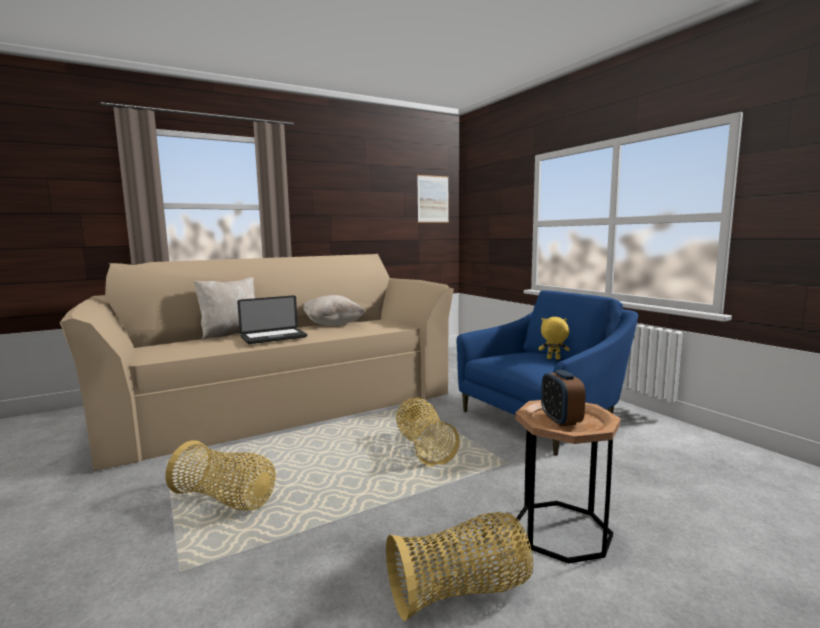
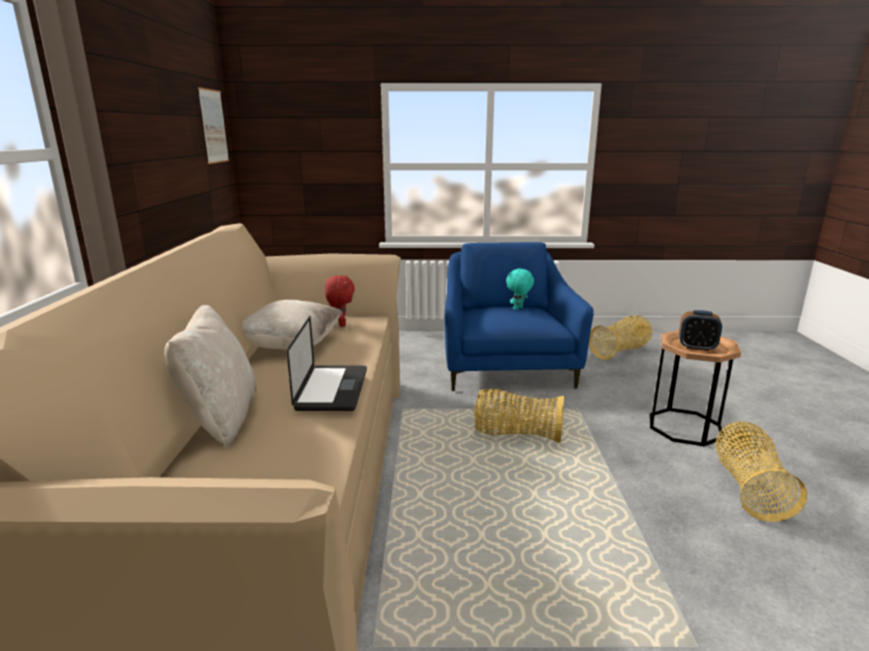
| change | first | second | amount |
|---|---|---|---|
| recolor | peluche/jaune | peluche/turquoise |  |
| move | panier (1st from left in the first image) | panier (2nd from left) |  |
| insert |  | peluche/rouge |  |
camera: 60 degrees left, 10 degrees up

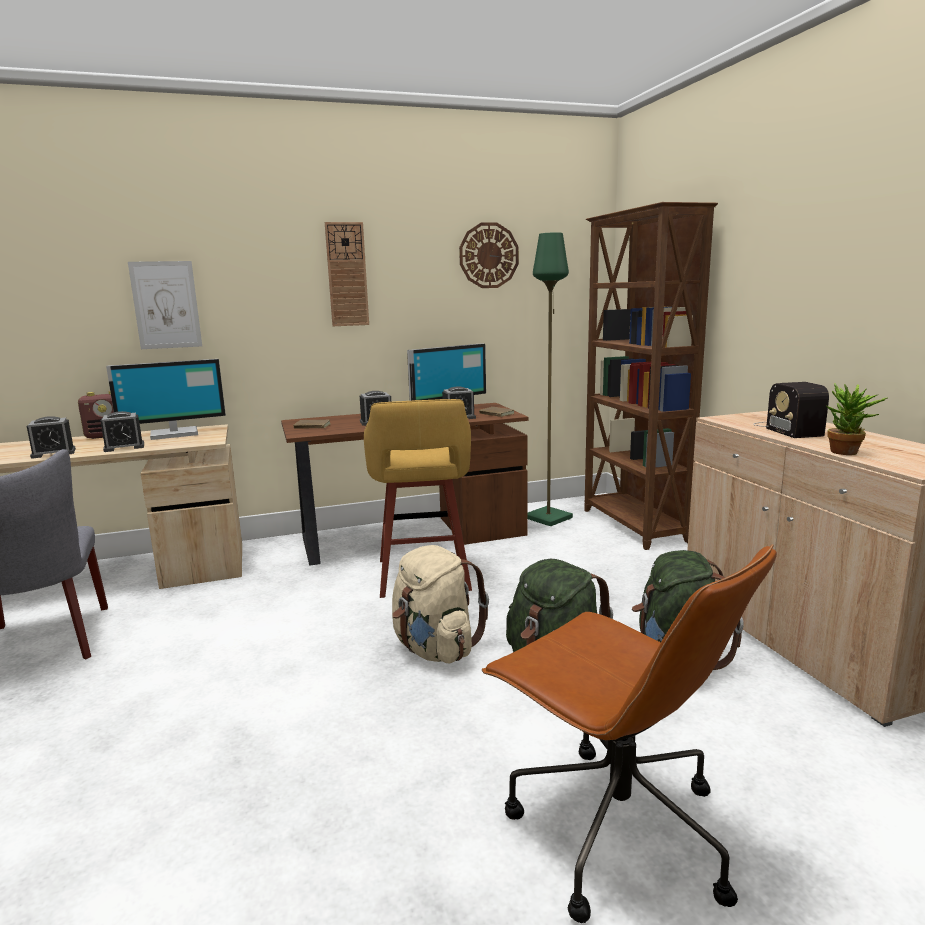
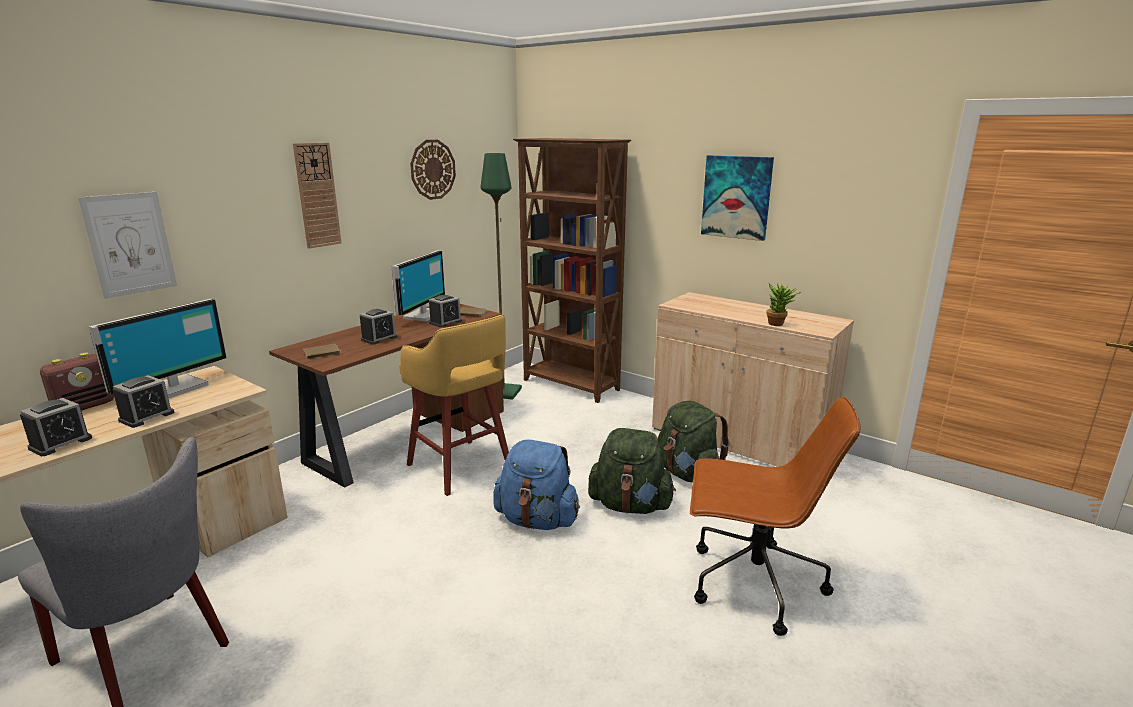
| change | first | second | amount |
|---|---|---|---|
| delete | radio (2nd from left) |  |  |
| recolor | sac à dos/beige | sac à dos/bleu |  |
| insert |  | tableau (2nd from left) |  |
camera: 35 degrees left, 5 degrees up

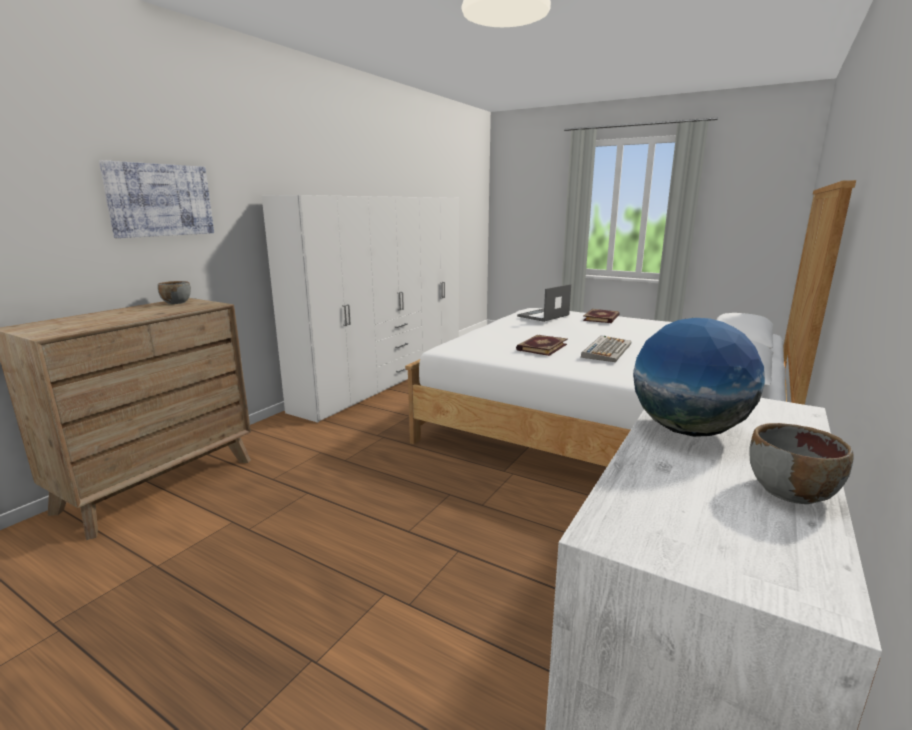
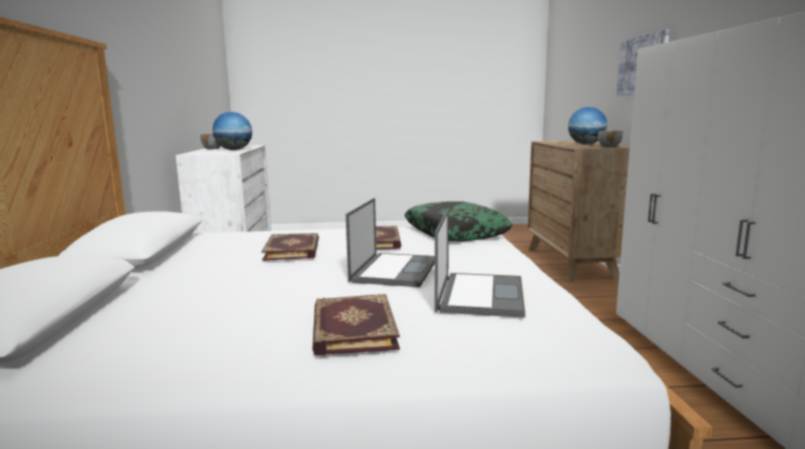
| change | first | second | amount |
|---|---|---|---|
| replace | clavier | livre (1st from left) |  |
| insert |  | globe (2nd from left) |  |
| insert |  | ordinateur portable (1st from left) |  |
| insert |  | coussin |  |
camera: 145 degrees right, 5 degrees down

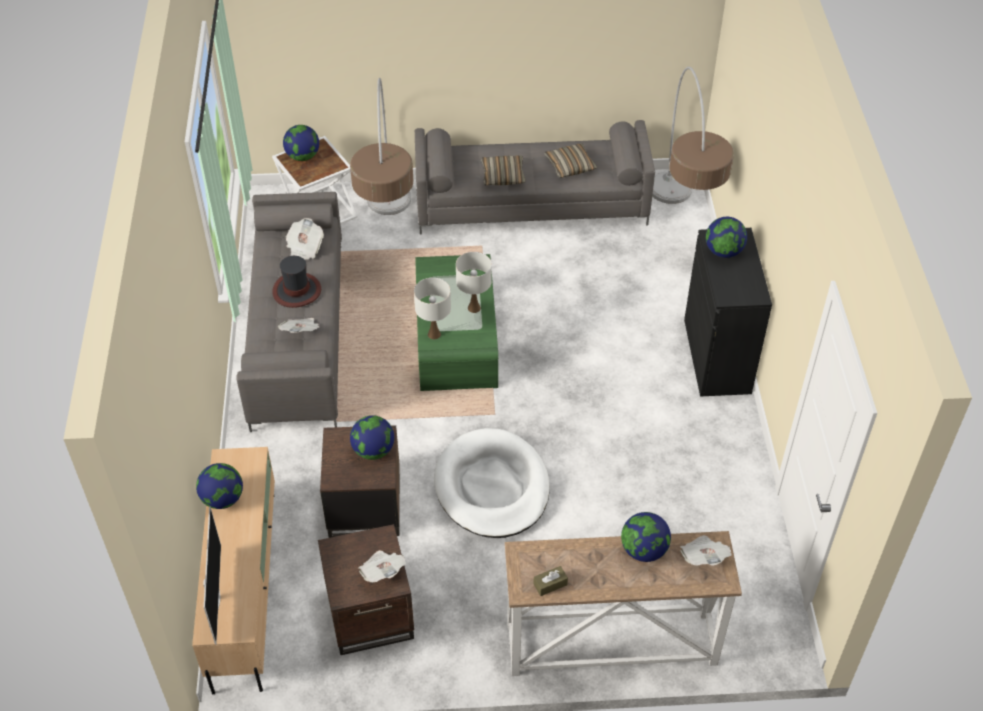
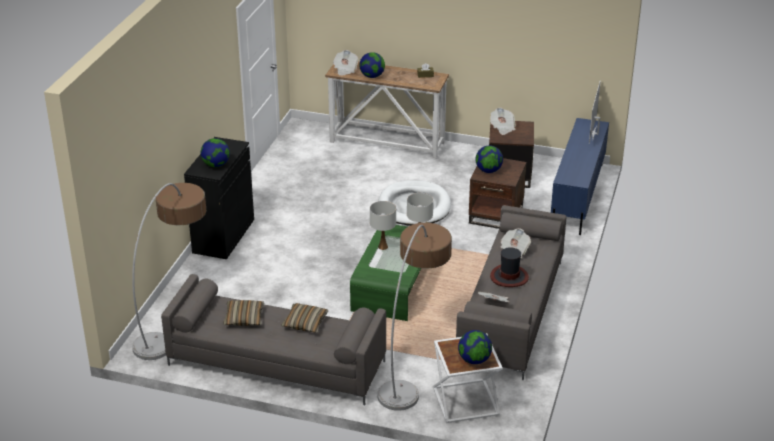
| change | first | second | amount |
|---|---|---|---|
| recolor | meuble télé/beige | meuble télé/bleu |  |
| delete | globe (1st from left) |  |  |
camera: 160 degrees left, 15 degrees down

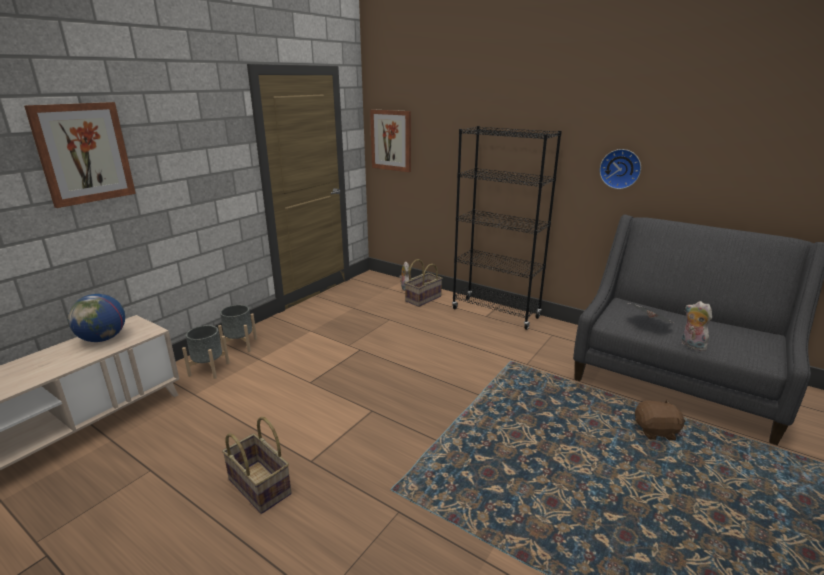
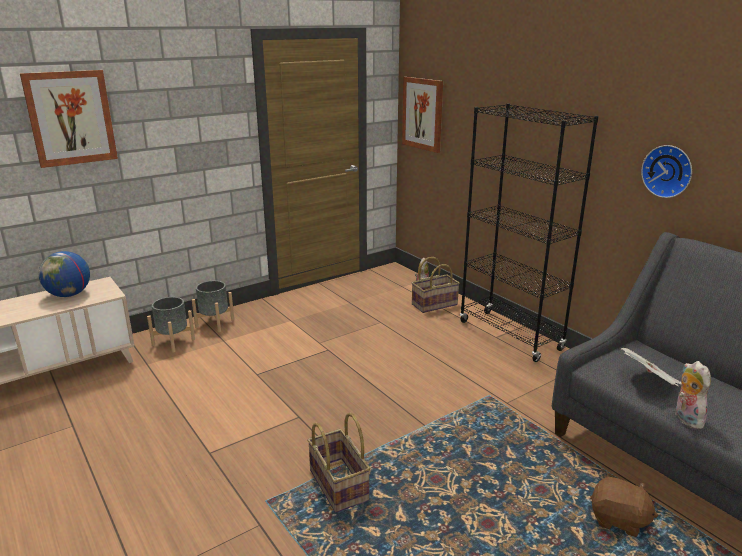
| change | first | second | amount |
|---|---|---|---|
| move | panier (1st from left) |  |  |
camera: 20 degrees right, 0 degrees up

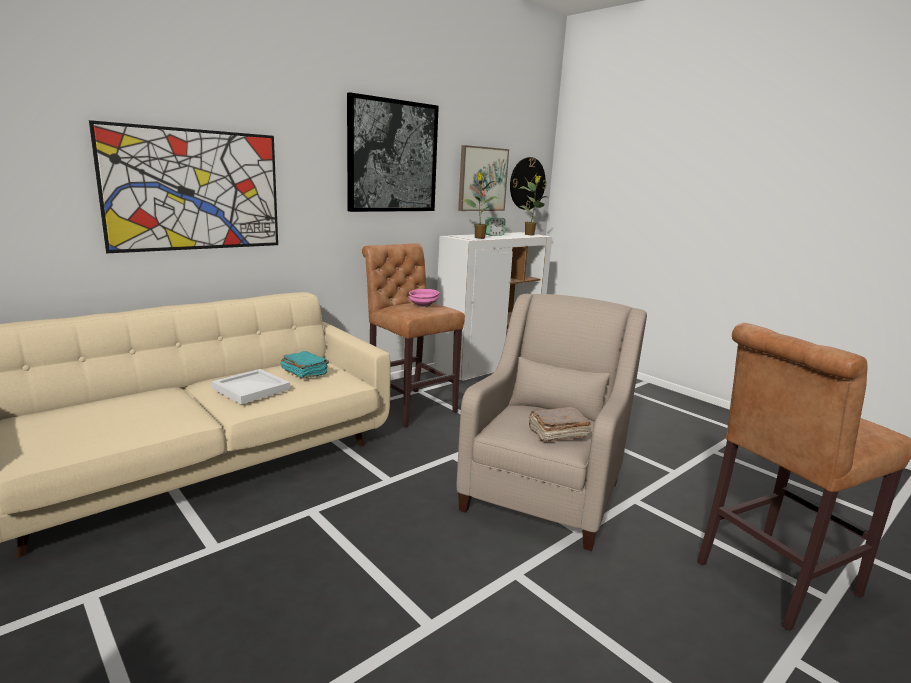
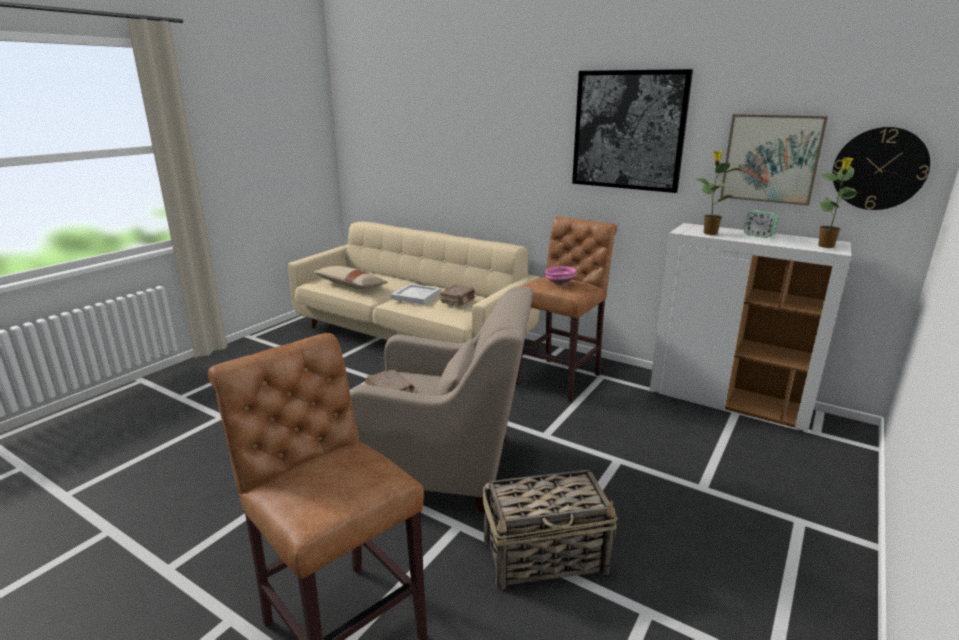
| change | first | second | amount |
|---|---|---|---|
| delete | tableau (1st from left) |  |  |
| recolor | livre/turquoise | livre/marron (2nd from left) |  |
| insert |  | coussin/beige |  |
| insert |  | panier |  |
camera: 75 degrees right, 5 degrees up

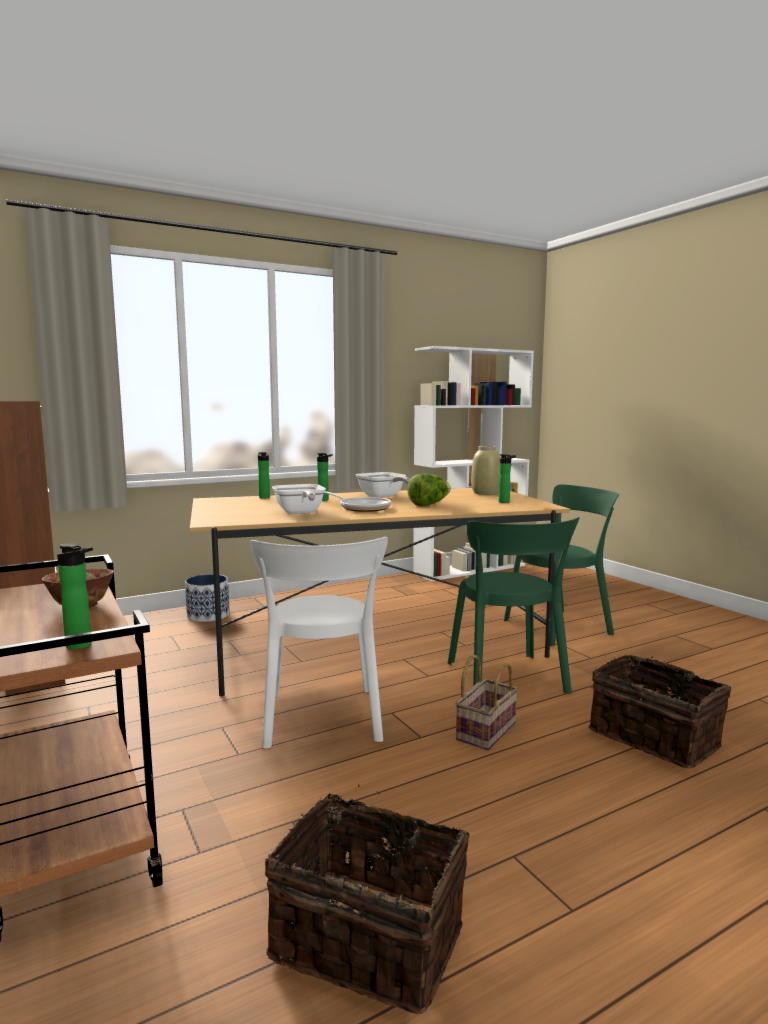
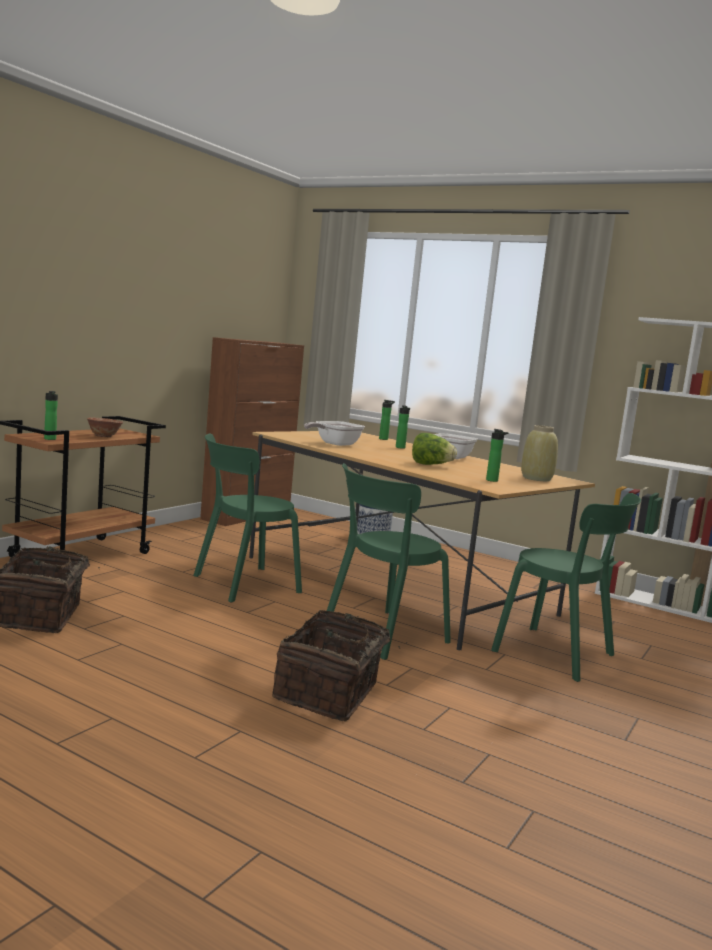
| change | first | second | amount |
|---|---|---|---|
| delete | poêle (2nd from left) |  |  |
| recolor | chaise/blanc | chaise/vert (1st from left) |  |
| delete | panier (2nd from left) |  |  |
camera: 60 degrees right, 0 degrees up

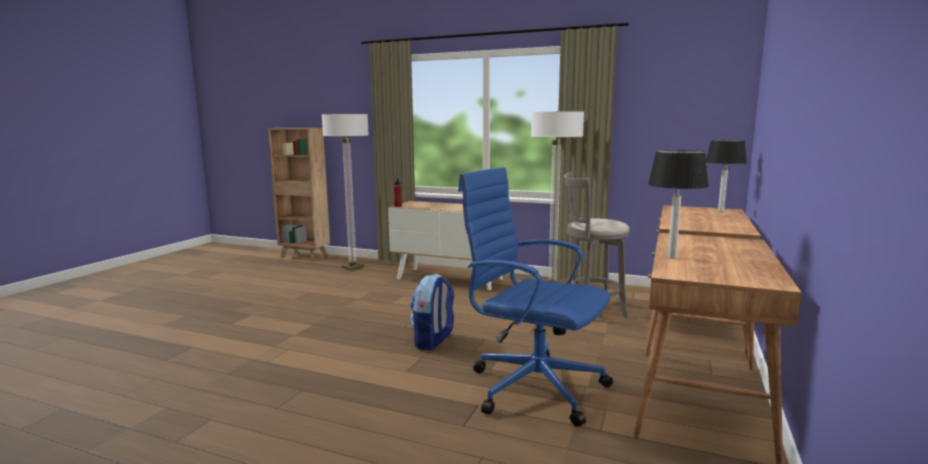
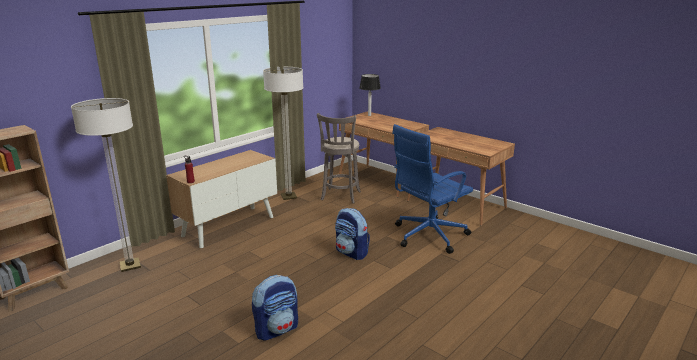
| change | first | second | amount |
|---|---|---|---|
| delete | lampe de table (1st from left) |  |  |
| insert |  | sac à dos (1st from left) |  |
camera: 70 degrees left, 10 degrees up

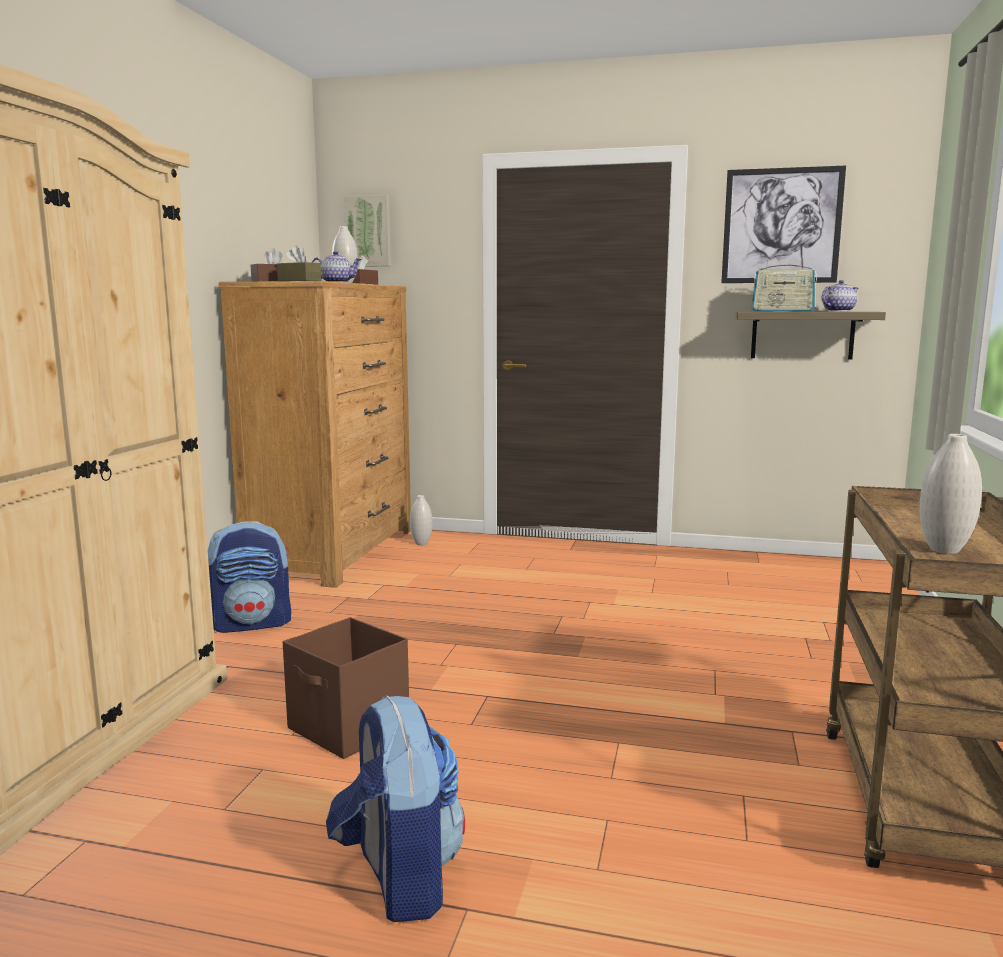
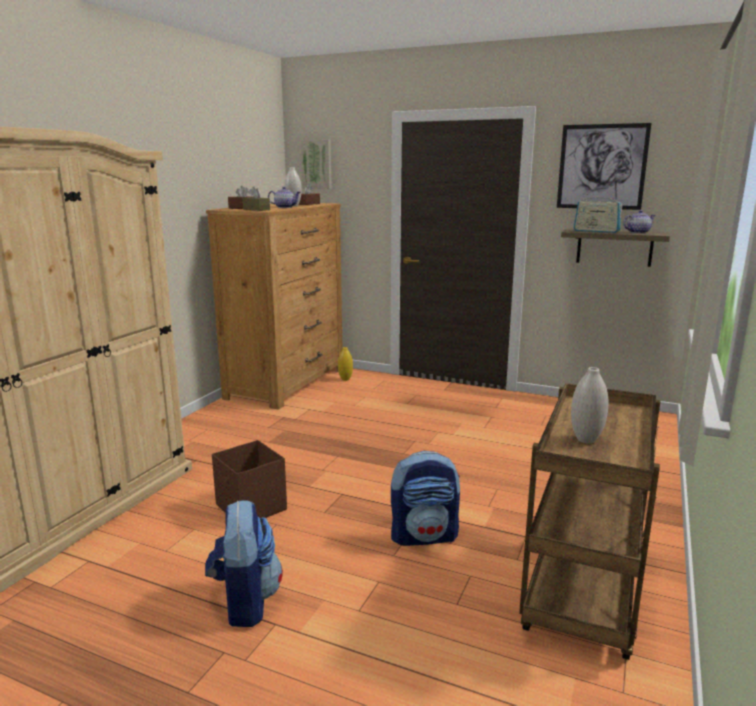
| change | first | second | amount |
|---|---|---|---|
| recolor | vase/blanc (2nd from left) | vase/jaune |  |
| move | sac à dos (1st from left in the first image) | sac à dos (2nd from left) |  |
camera: 10 degrees right, 5 degrees up

